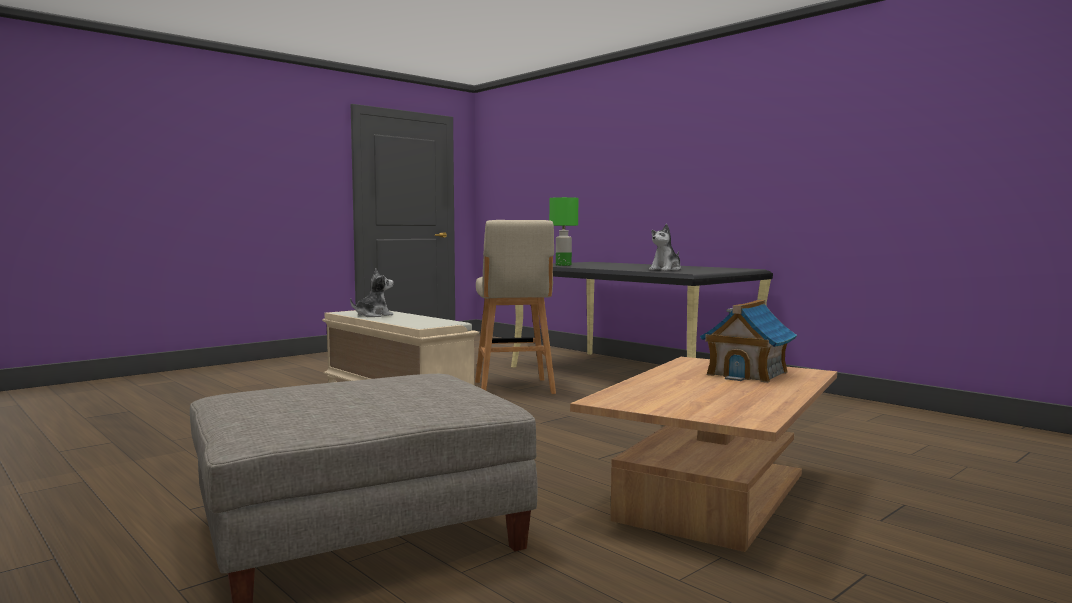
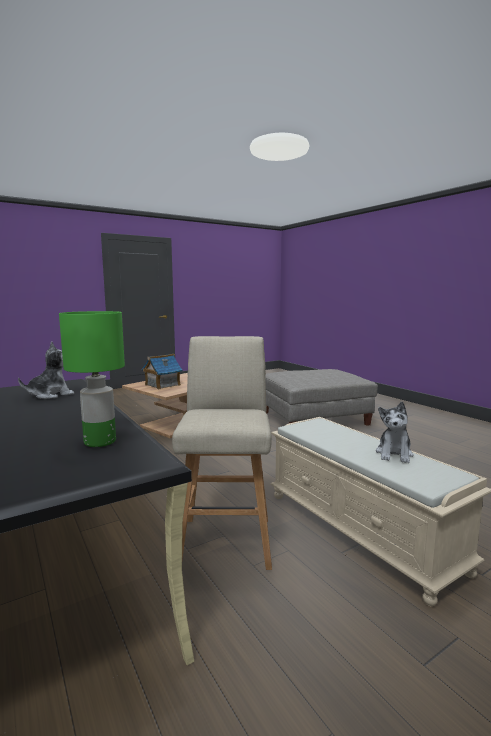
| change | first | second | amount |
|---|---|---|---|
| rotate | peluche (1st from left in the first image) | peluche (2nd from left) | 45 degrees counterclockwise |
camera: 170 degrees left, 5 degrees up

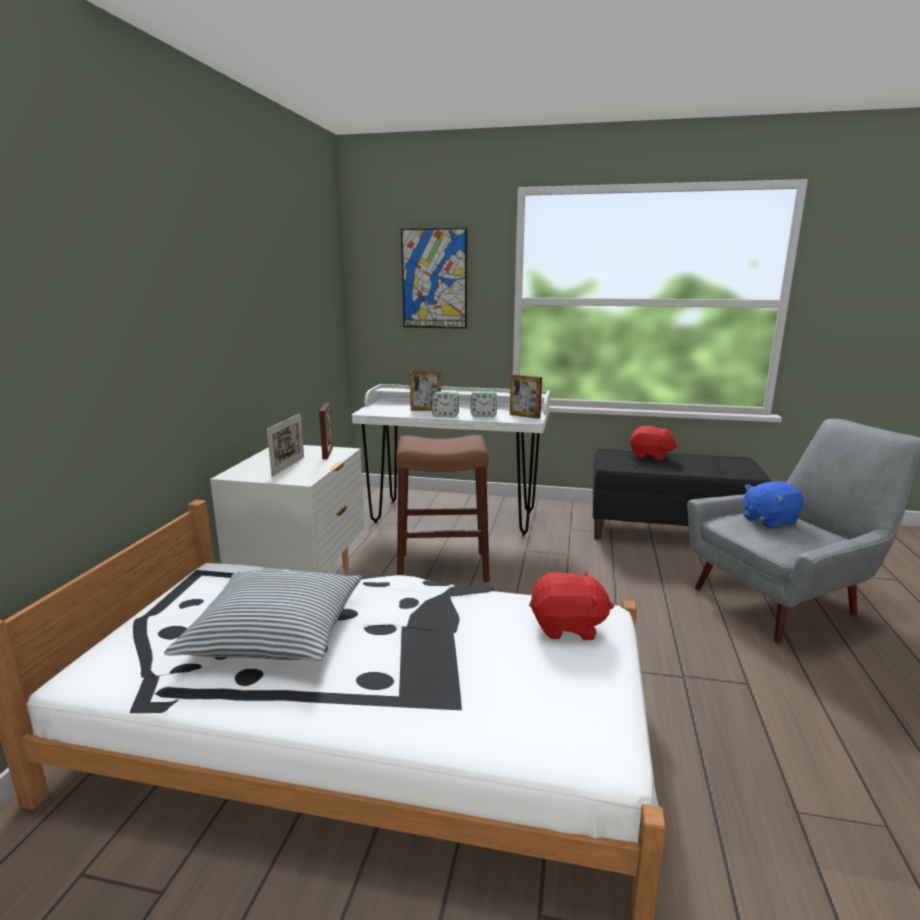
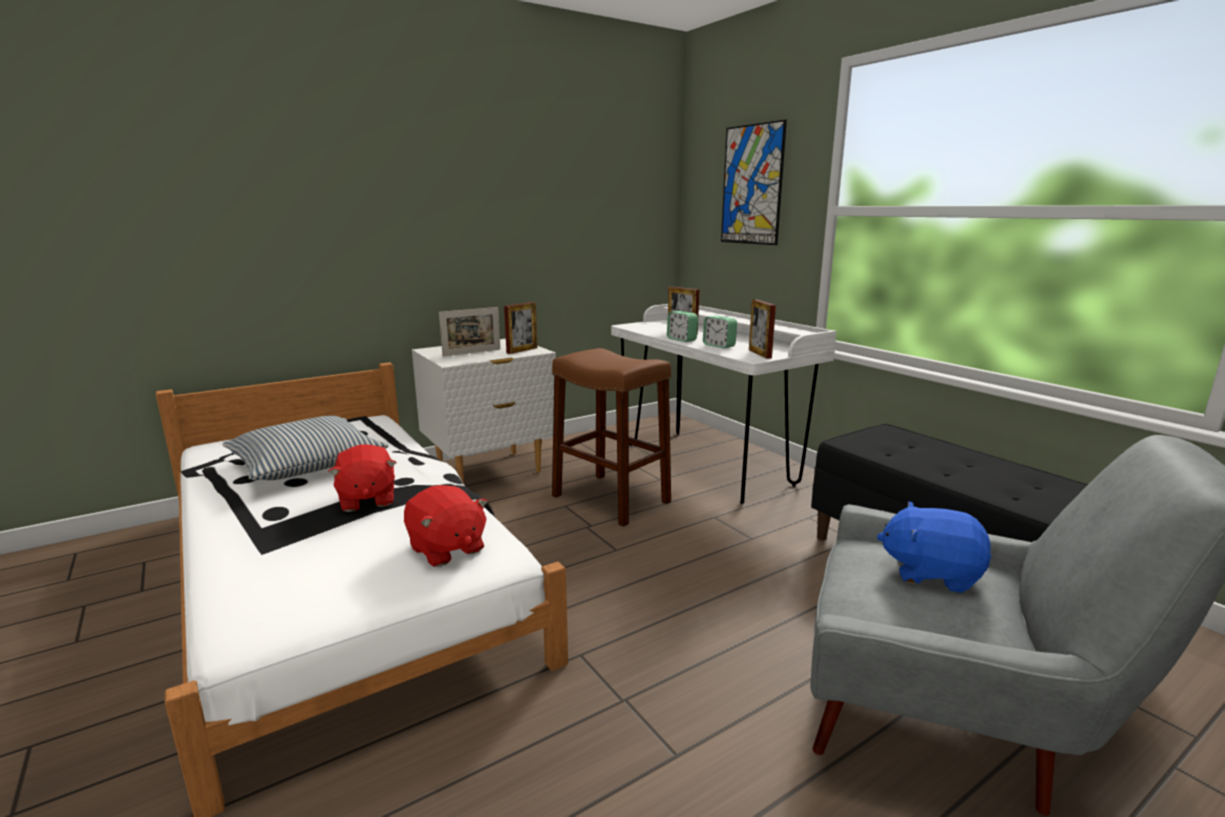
| change | first | second | amount |
|---|---|---|---|
| move | peluche/rouge (2nd from left in the first image) | peluche/rouge (1st from left) |  |
camera: 45 degrees right, 0 degrees up

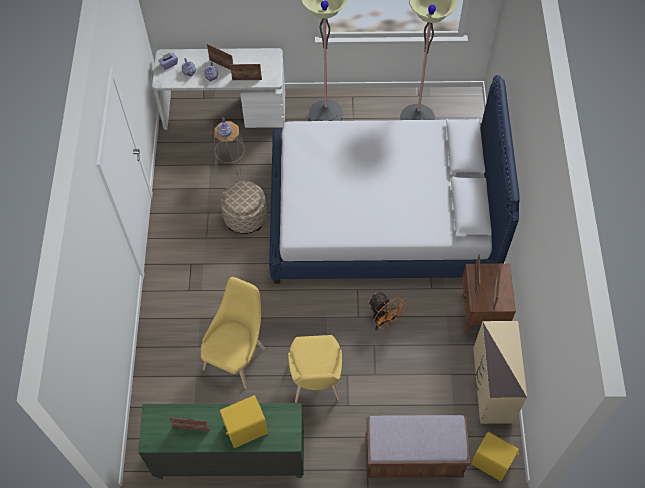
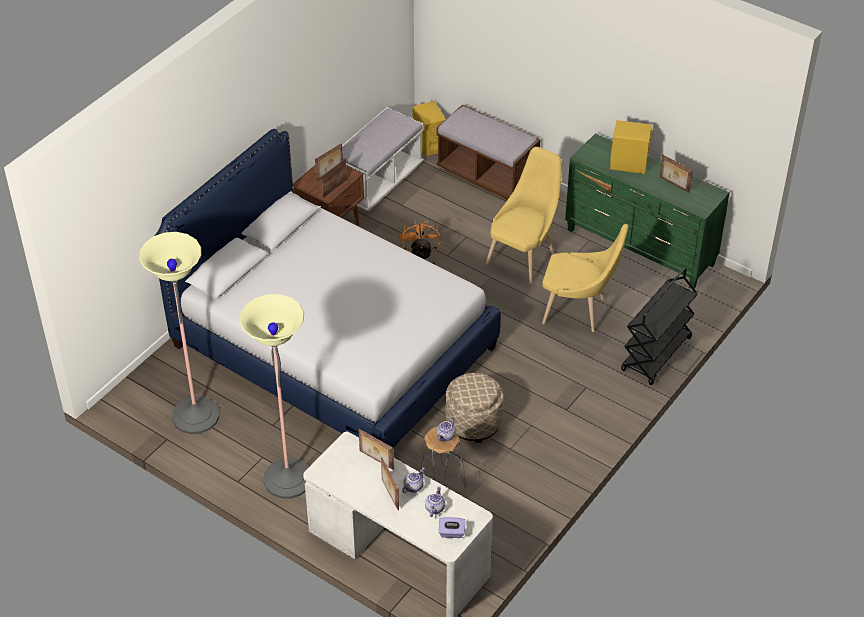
| change | first | second | amount |
|---|---|---|---|
| rotate | chaise/jaune (1st from left in the first image) | chaise/jaune (2nd from left) | 135 degrees counterclockwise |
| replace | commode/beige | banc/blanc |  |
| insert |  | chariot/noir |  |
camera: 145 degrees left, 15 degrees down

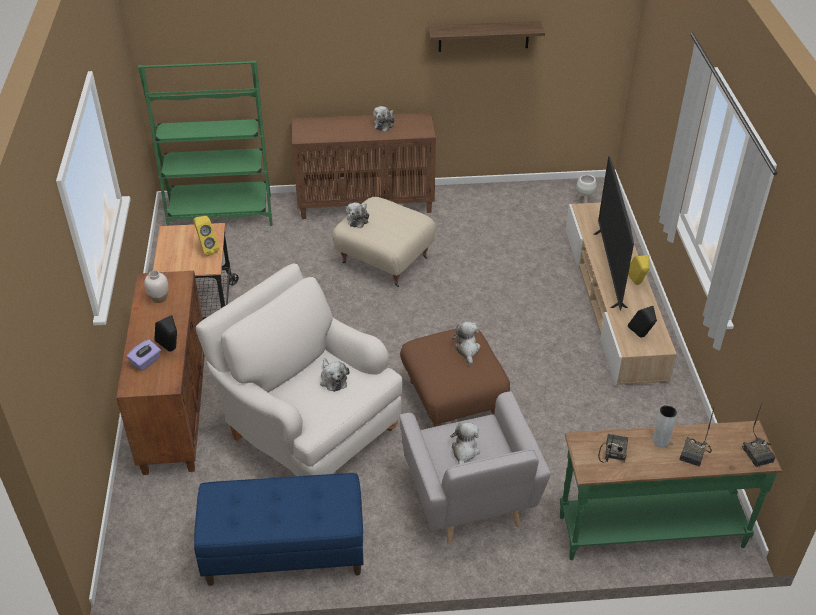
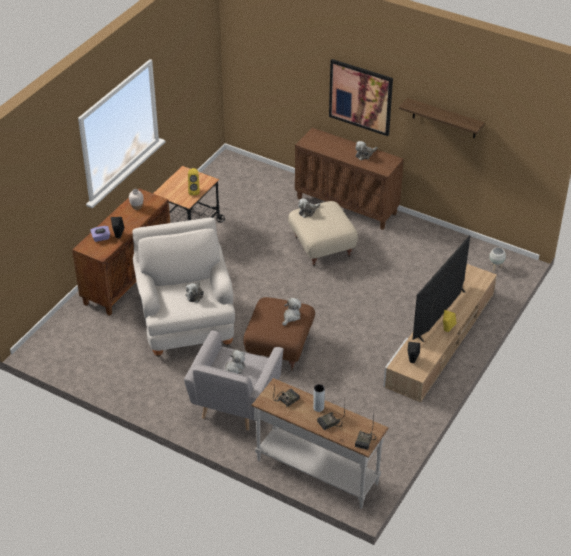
| change | first | second | amount |
|---|---|---|---|
| delete | bibliothèque/vert |  |  |
| recolor | table console/vert | table console/blanc |  |
| delete | banc/bleu |  |  |
| insert |  | tableau |  |
camera: 35 degrees right, 0 degrees up

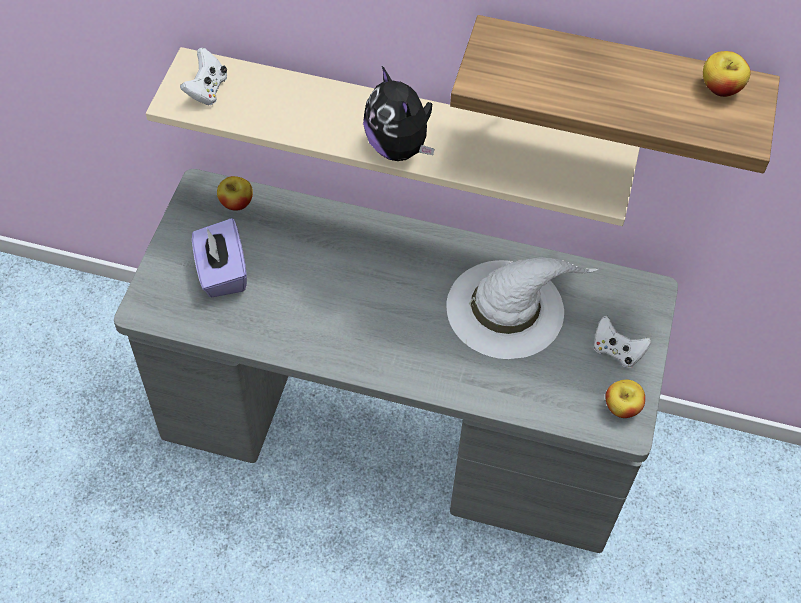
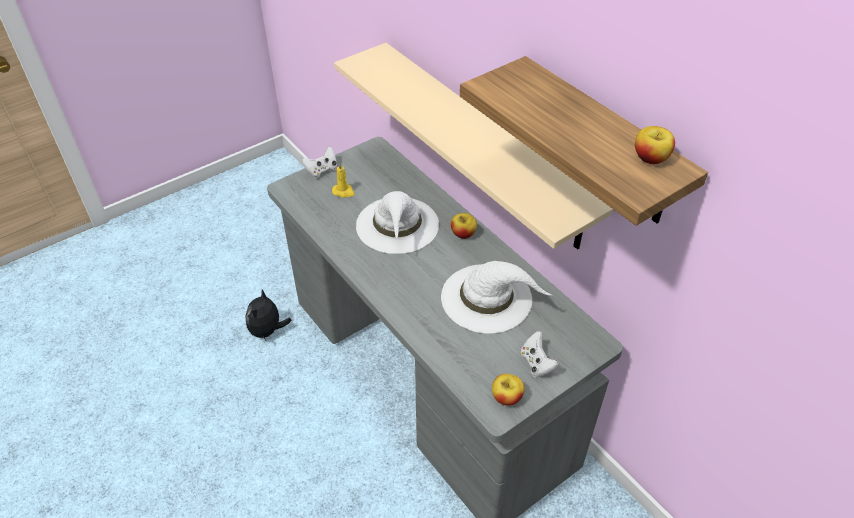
| change | first | second | amount |
|---|---|---|---|
| move | manette/blanc (1st from left) |  |  |
| move | peluche |  |  |
| move | pomme (1st from left) |  |  |
| replace | boîte à mouchoirs/violet | bougie/jaune |  |
| insert |  | chapeau/blanc (1st from left) |  |
camera: 40 degrees right, 10 degrees down

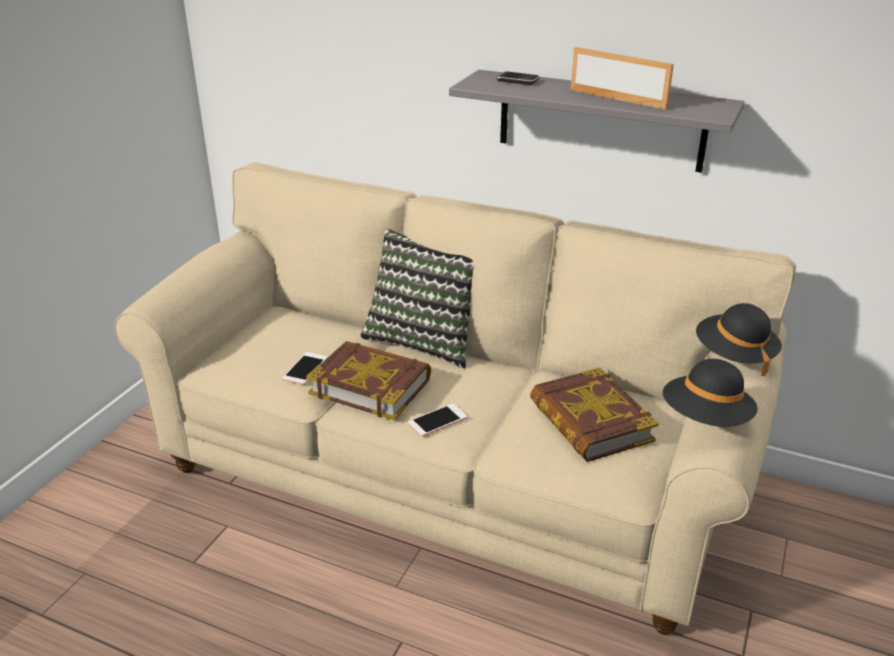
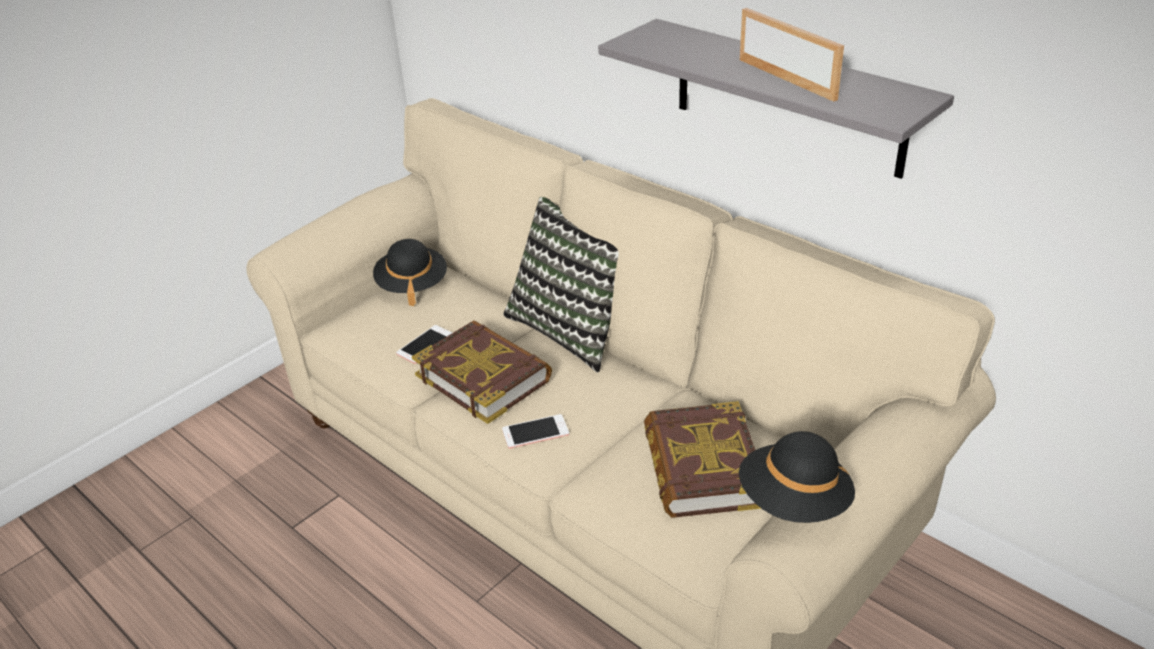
| change | first | second | amount |
|---|---|---|---|
| delete | téléphone (3rd from left) |  |  |
| move | chapeau/noir (2nd from left in the first image) | chapeau/noir (1st from left) |  |
camera: 20 degrees right, 5 degrees up

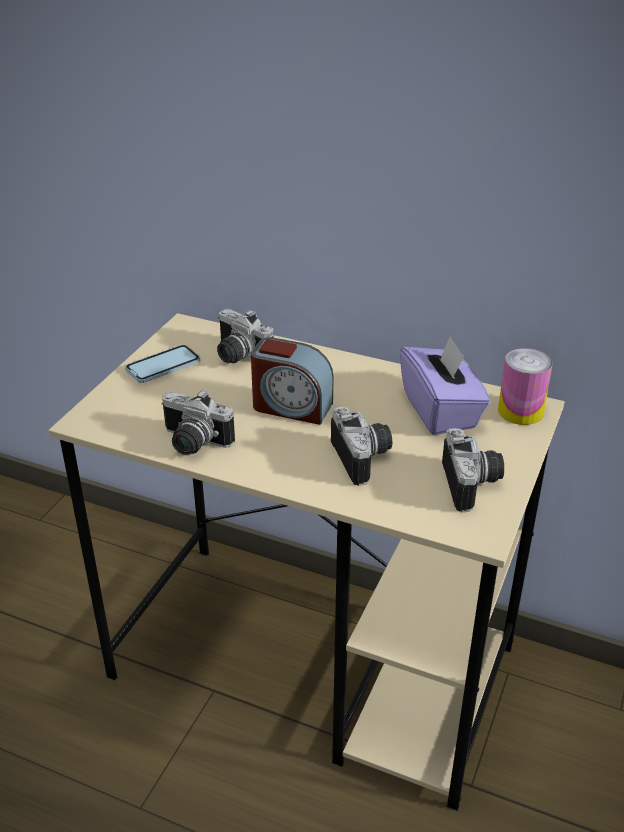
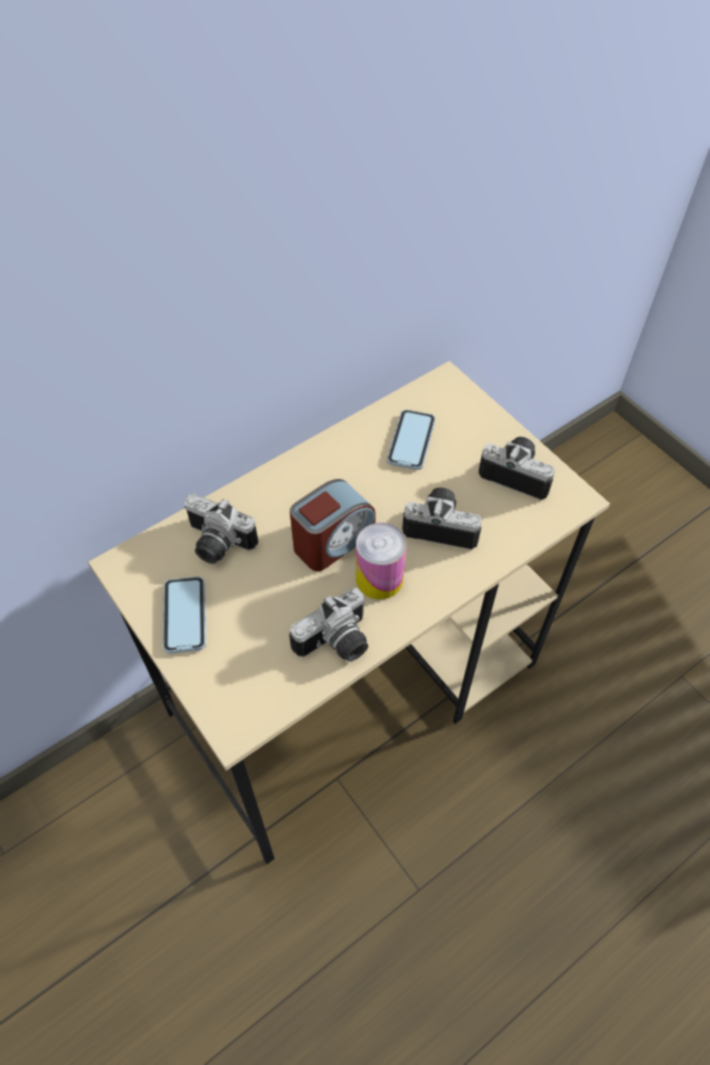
| change | first | second | amount |
|---|---|---|---|
| rotate | appareil photo (2nd from left in the first image) | appareil photo (1st from left) | 45 degrees clockwise |
| replace | boîte à mouchoirs/violet | téléphone (2nd from left) |  |
| move | boîte métallique |  |  |
camera: 60 degrees left, 20 degrees up

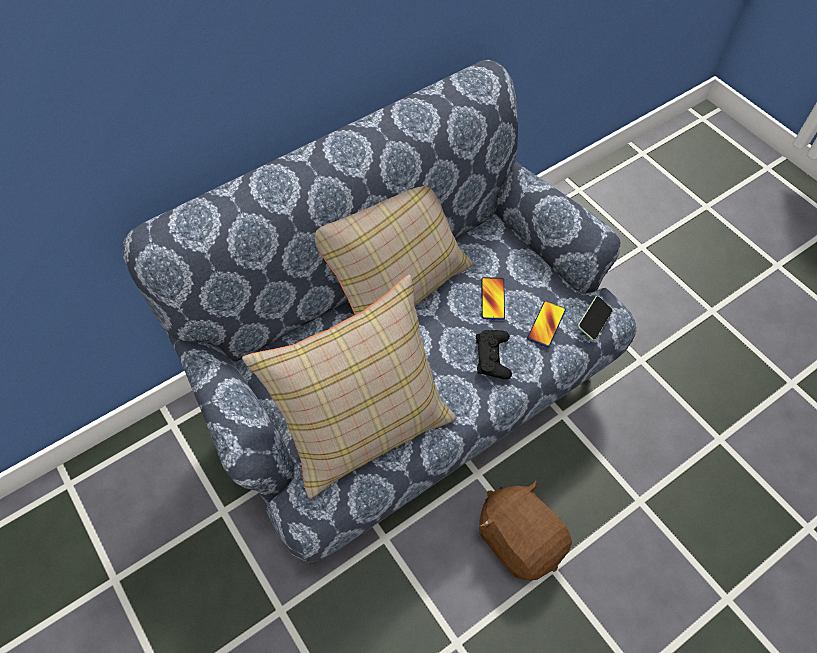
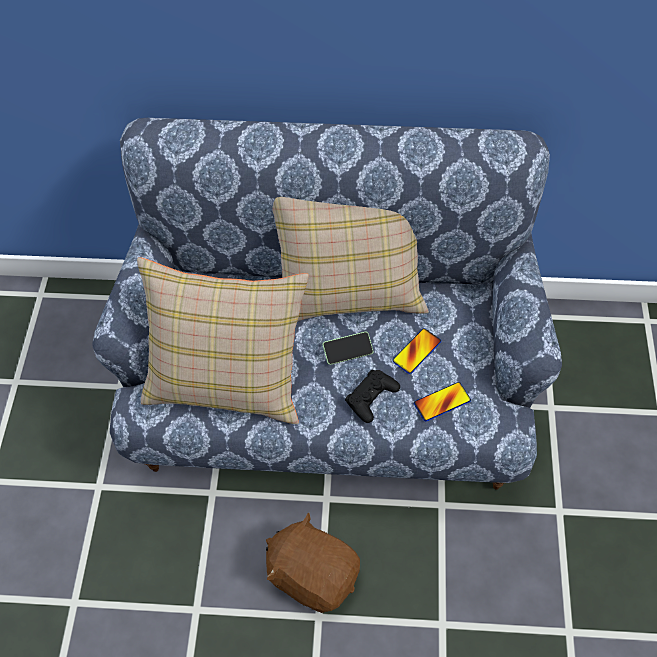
| change | first | second | amount |
|---|---|---|---|
| move | téléphone (3rd from left in the first image) | téléphone (1st from left) |  |
| rotate | peluche/marron |  | 60 degrees counterclockwise |
camera: 40 degrees right, 0 degrees up

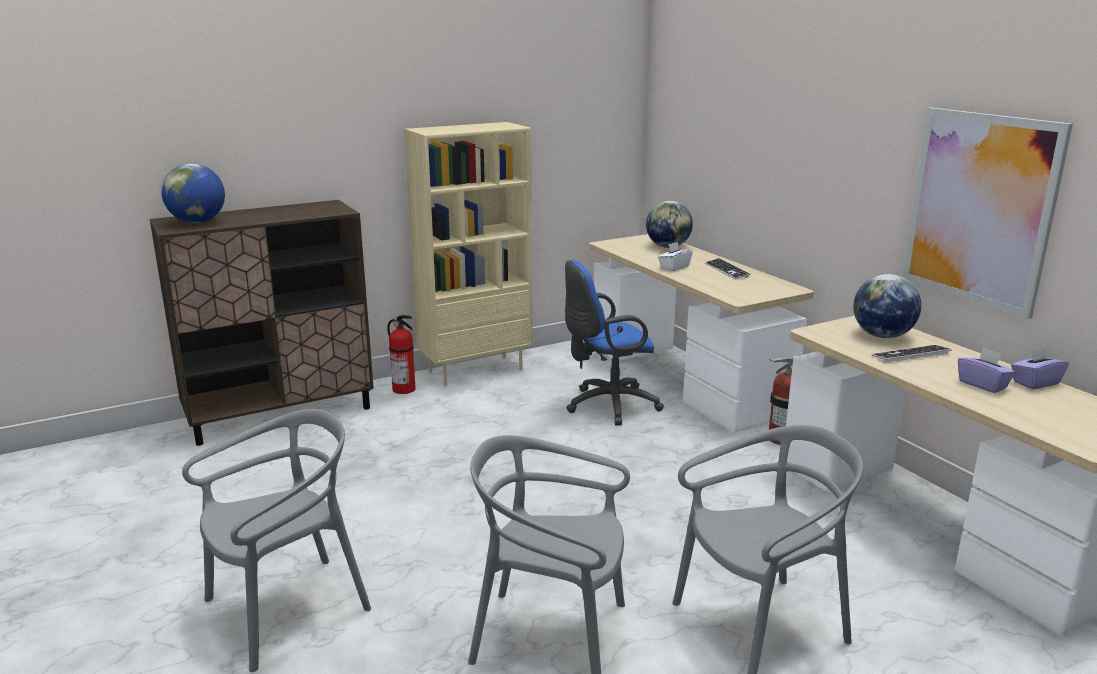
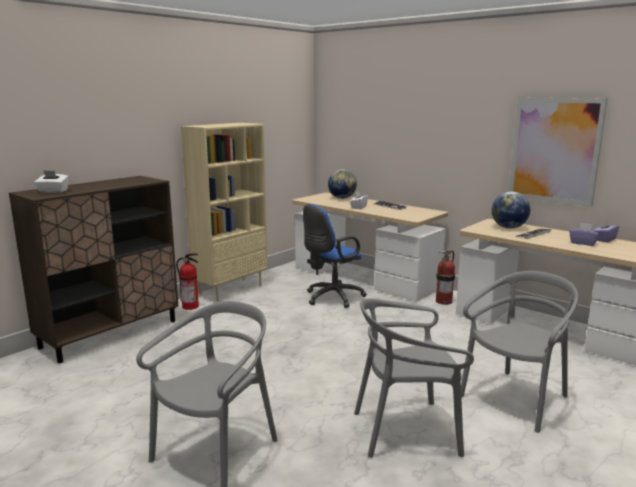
| change | first | second | amount |
|---|---|---|---|
| replace | globe (1st from left) | boîte à mouchoirs/blanc (1st from left) |  |
camera: 20 degrees left, 5 degrees down

